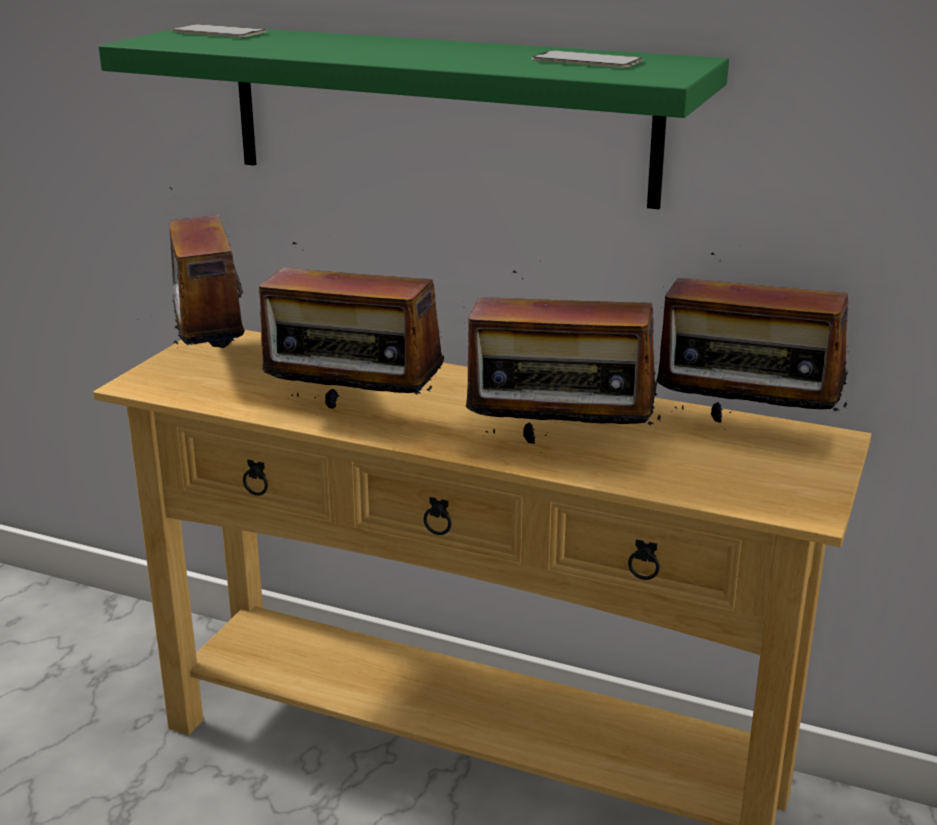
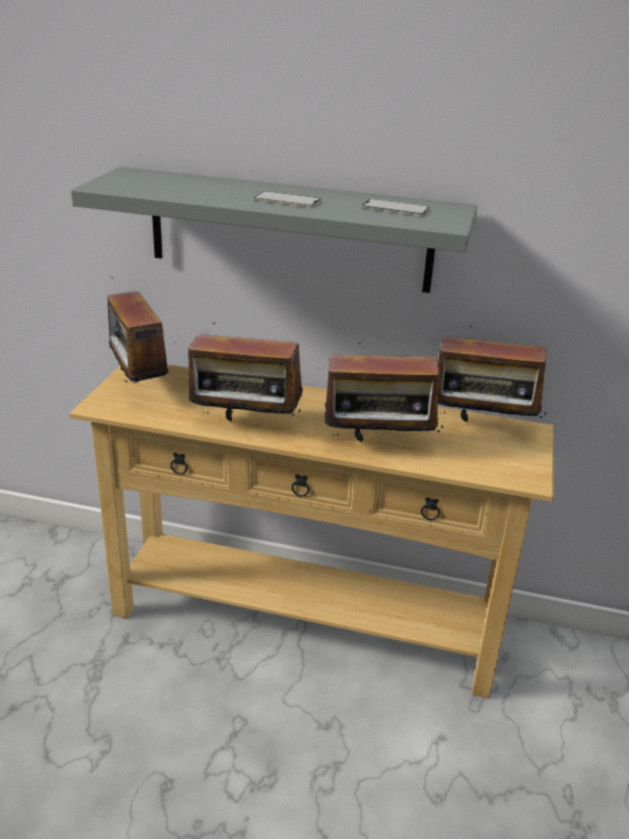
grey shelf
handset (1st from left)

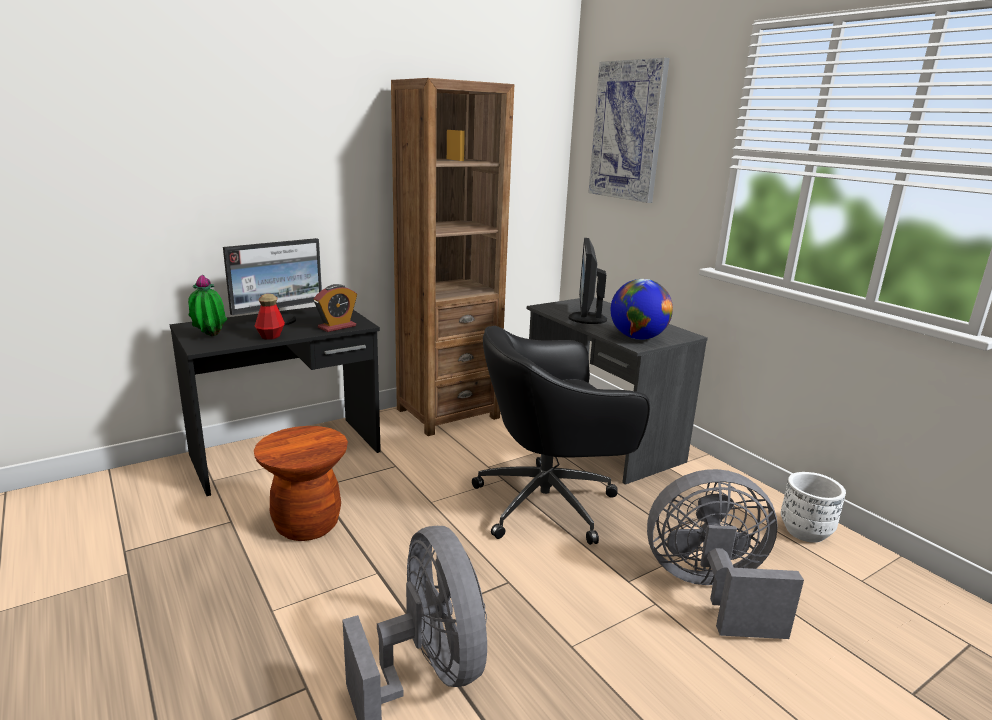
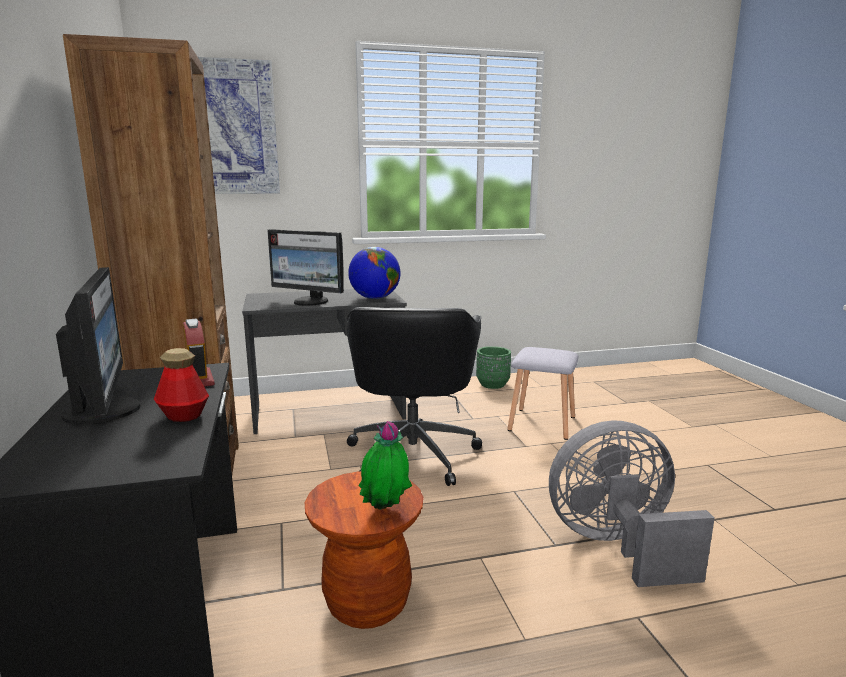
potted plant
greenish plant pot
grey stool

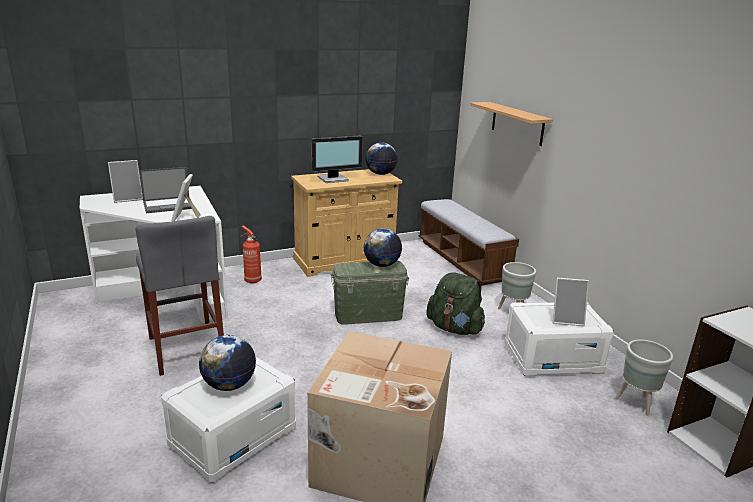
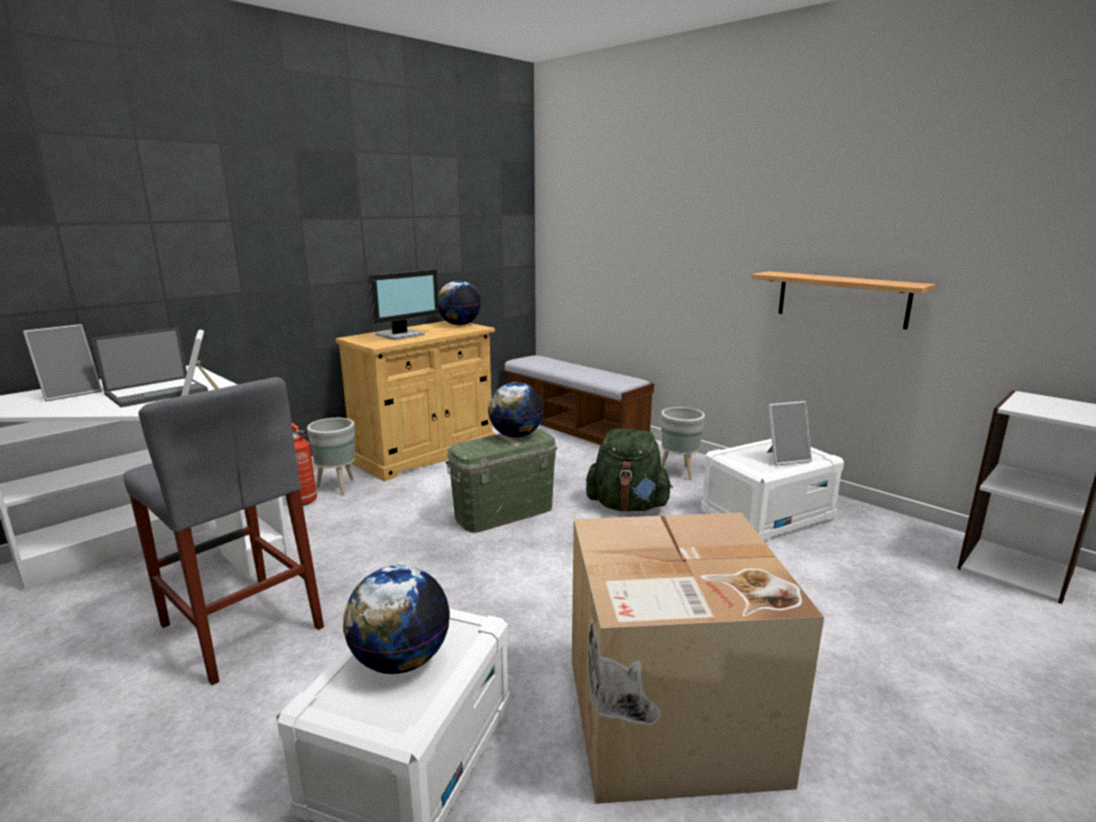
grey plant pot (1st from left)
shelf

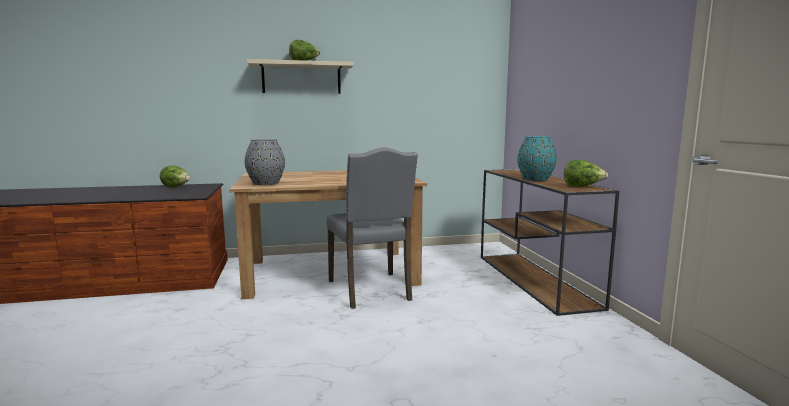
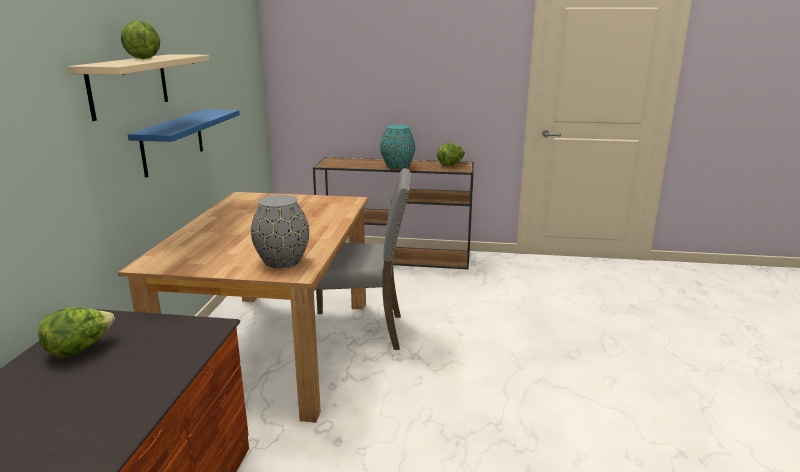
bluish shelf

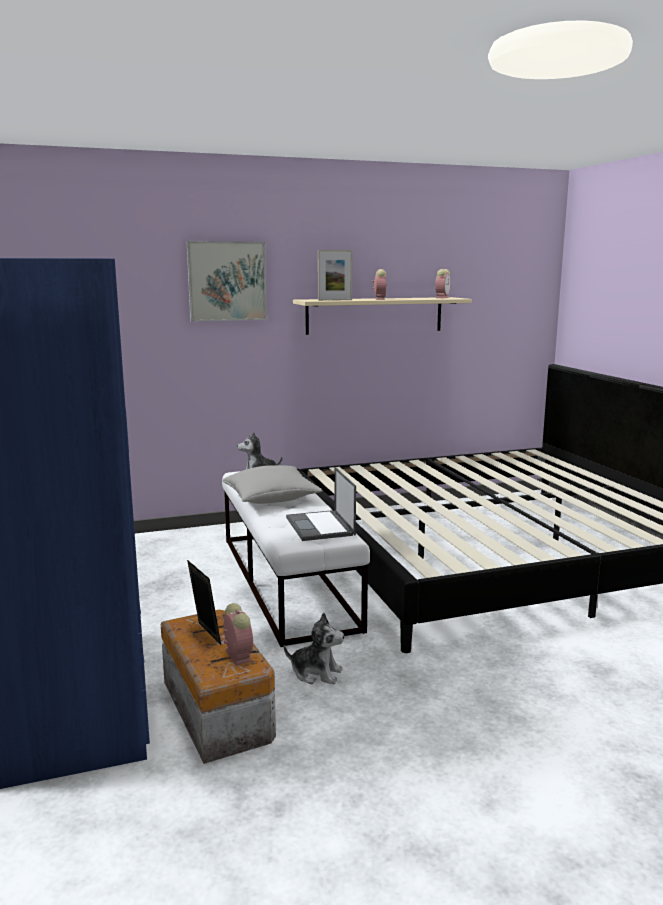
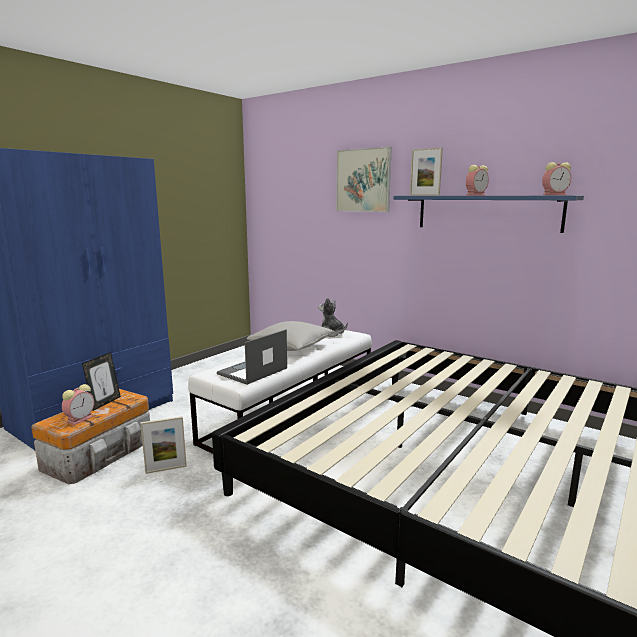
picture frame (2nd from left)
bluish shelf

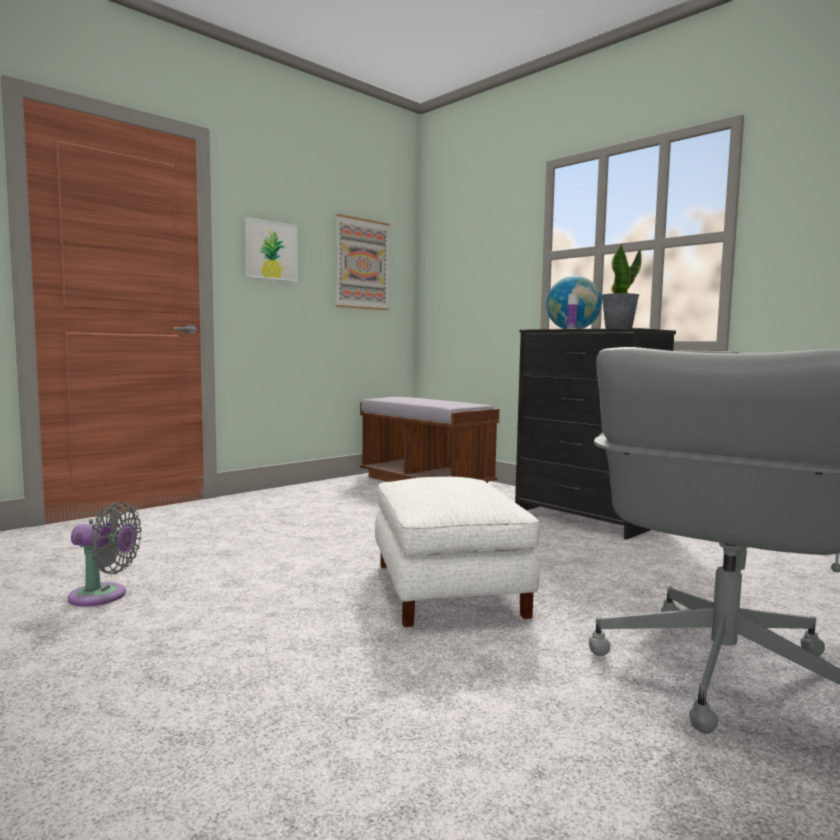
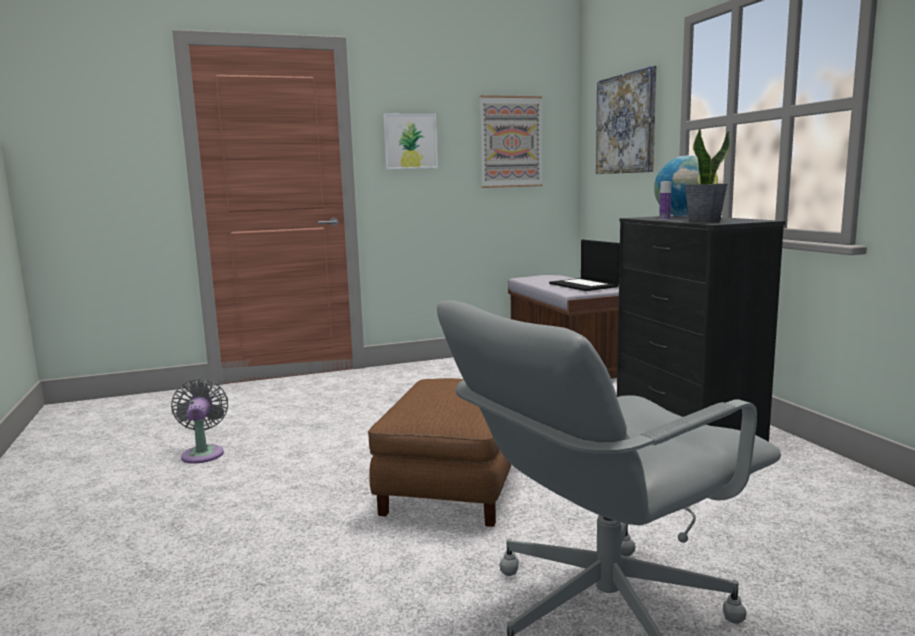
grey cooling fan
brownish pouffe
notebook computer
picture (3rd from left)

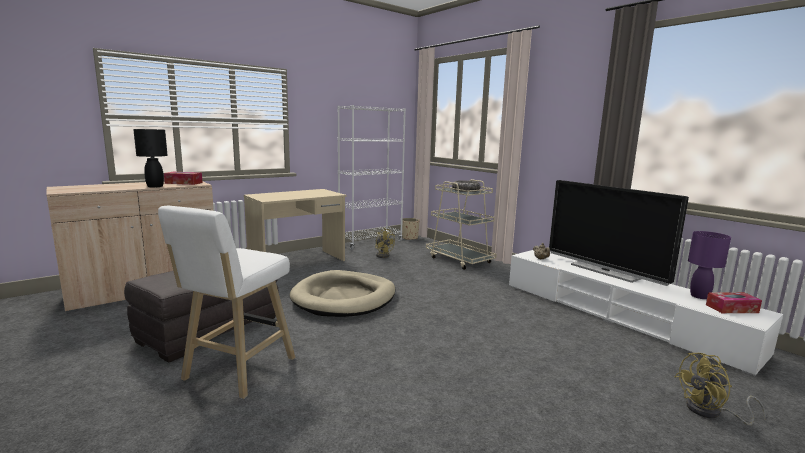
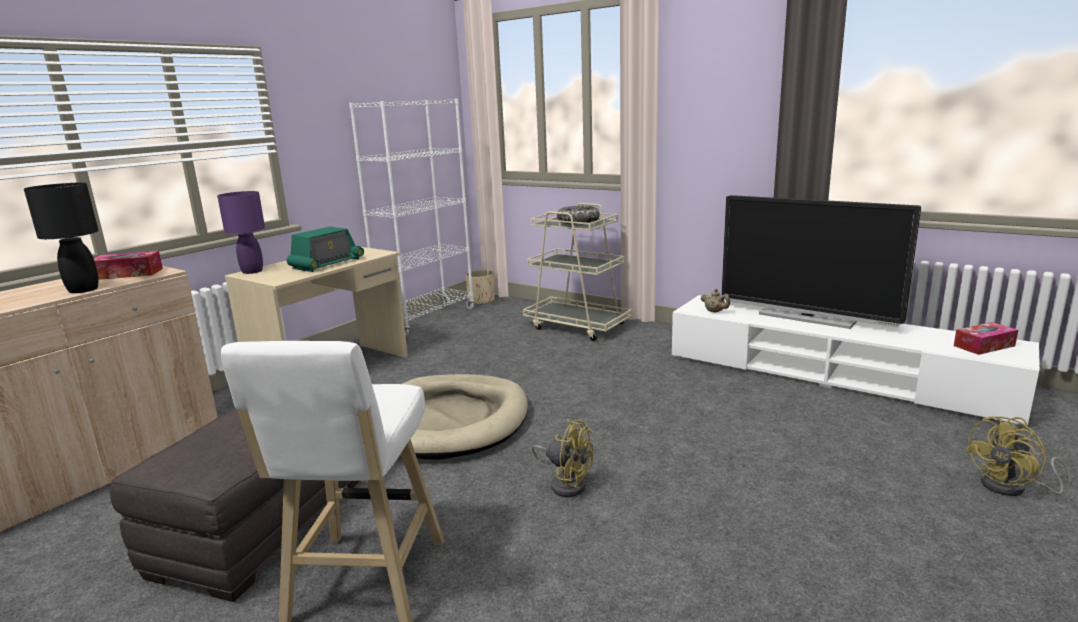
purplish lamp for a table
radio
yellowish cooling fan (1st from left)

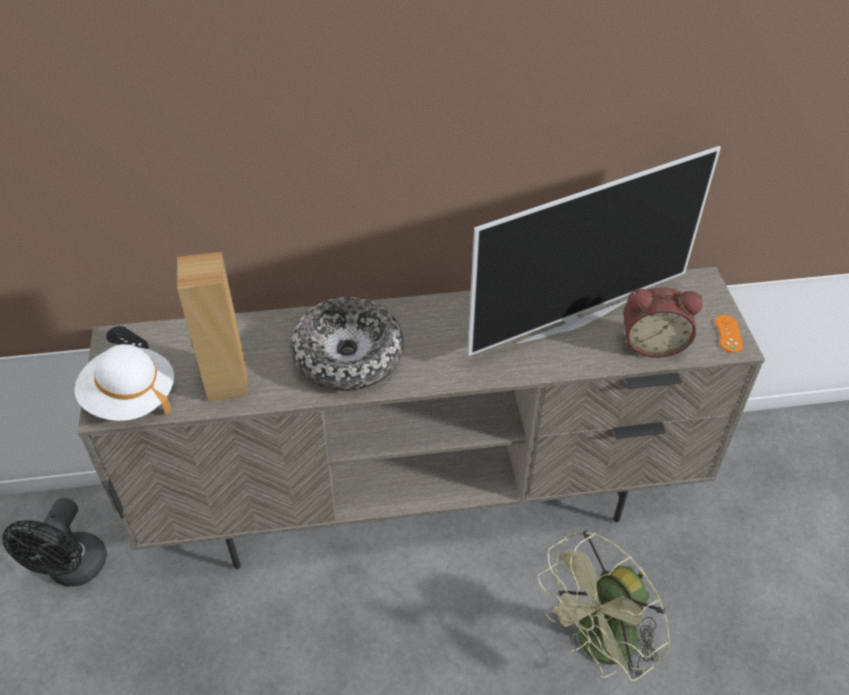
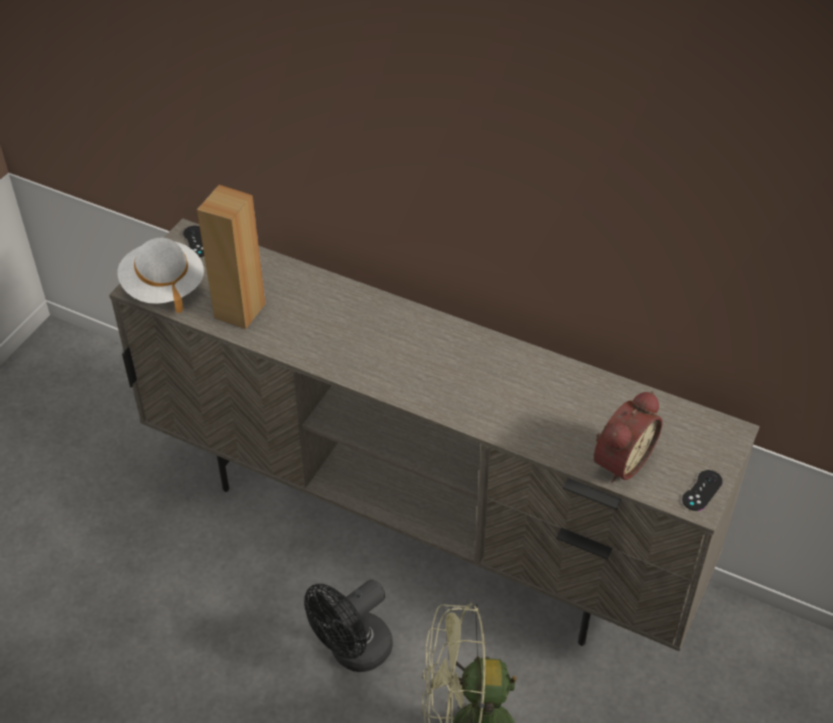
black-coloured cooling fan
alarm clock
black-coloured gamepad (2nd from left)
serving bowl
TV

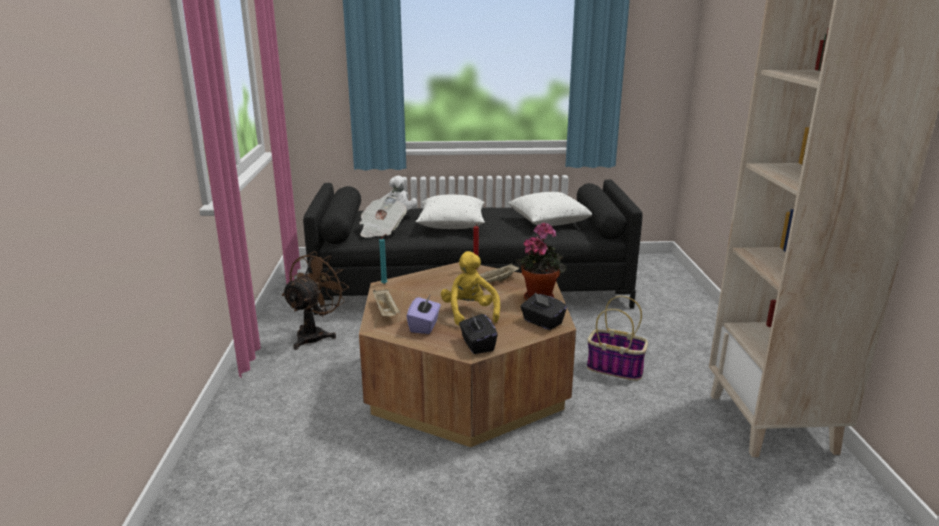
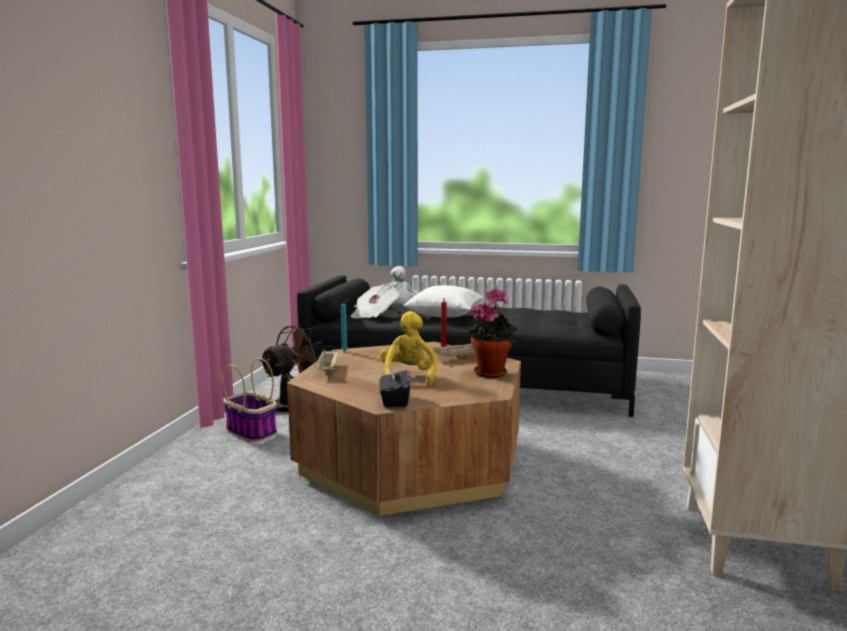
household basket
purplish tissue box
white pillow (2nd from left in the first image)
black-coloured tissue box (2nd from left in the first image)

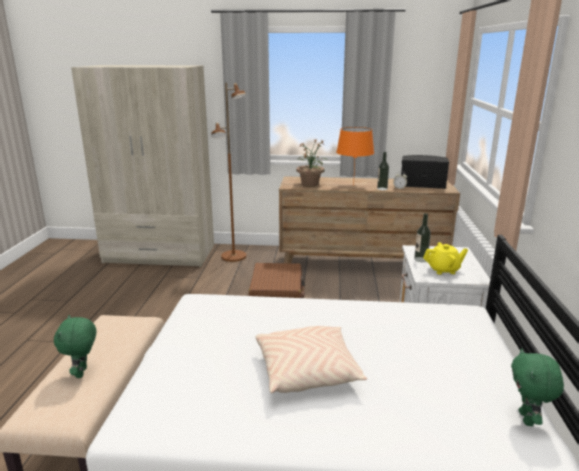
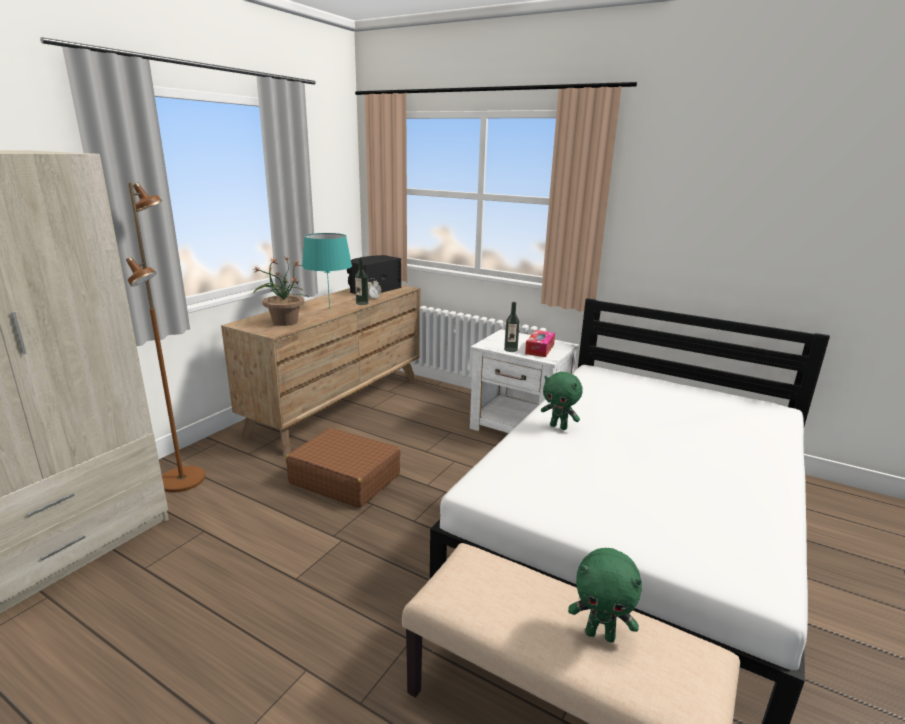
turquoise lamp for a table
tissue box
greenish cuddly toy (1st from left)
beige pillow

